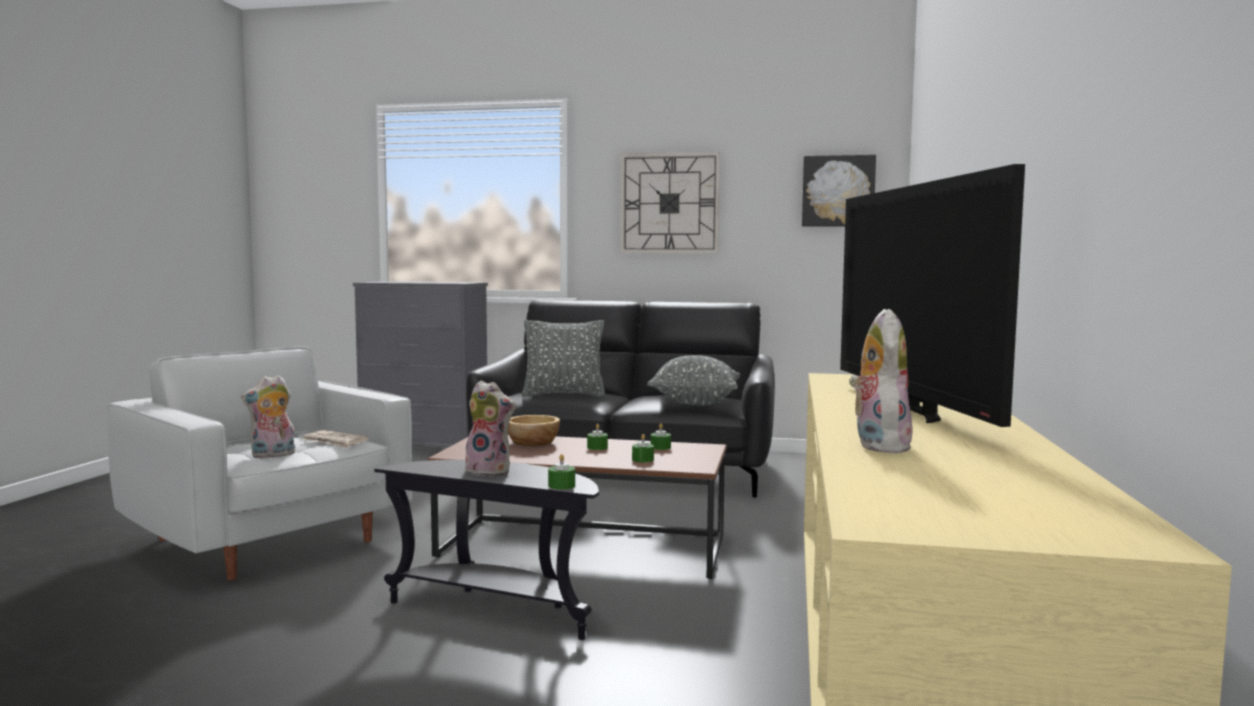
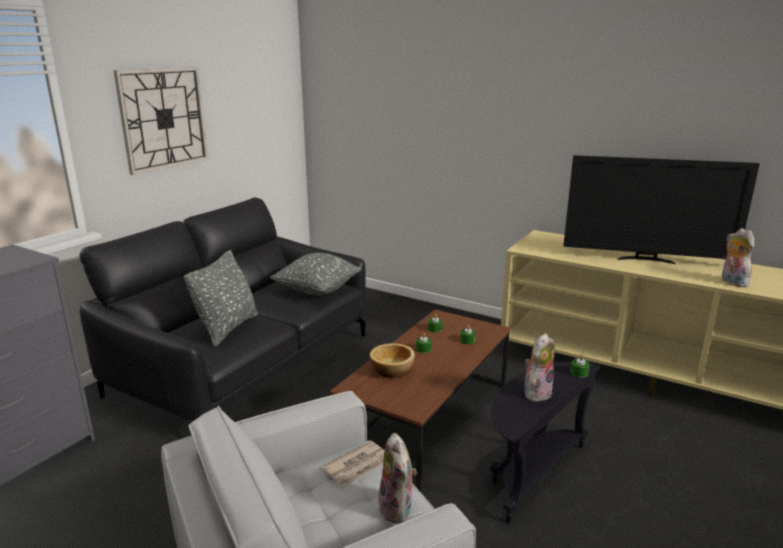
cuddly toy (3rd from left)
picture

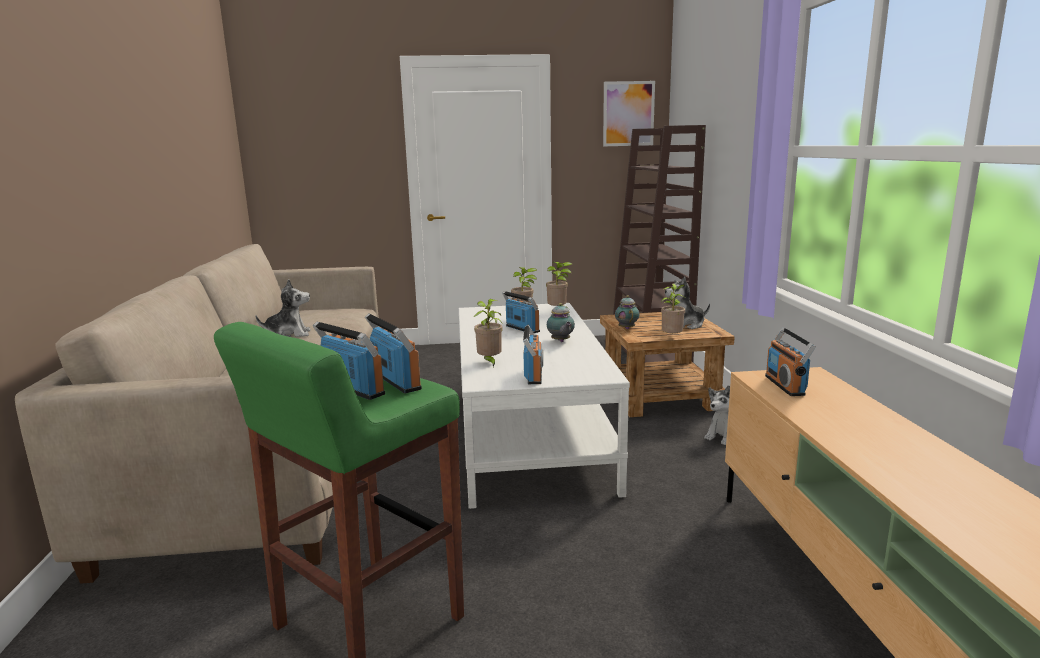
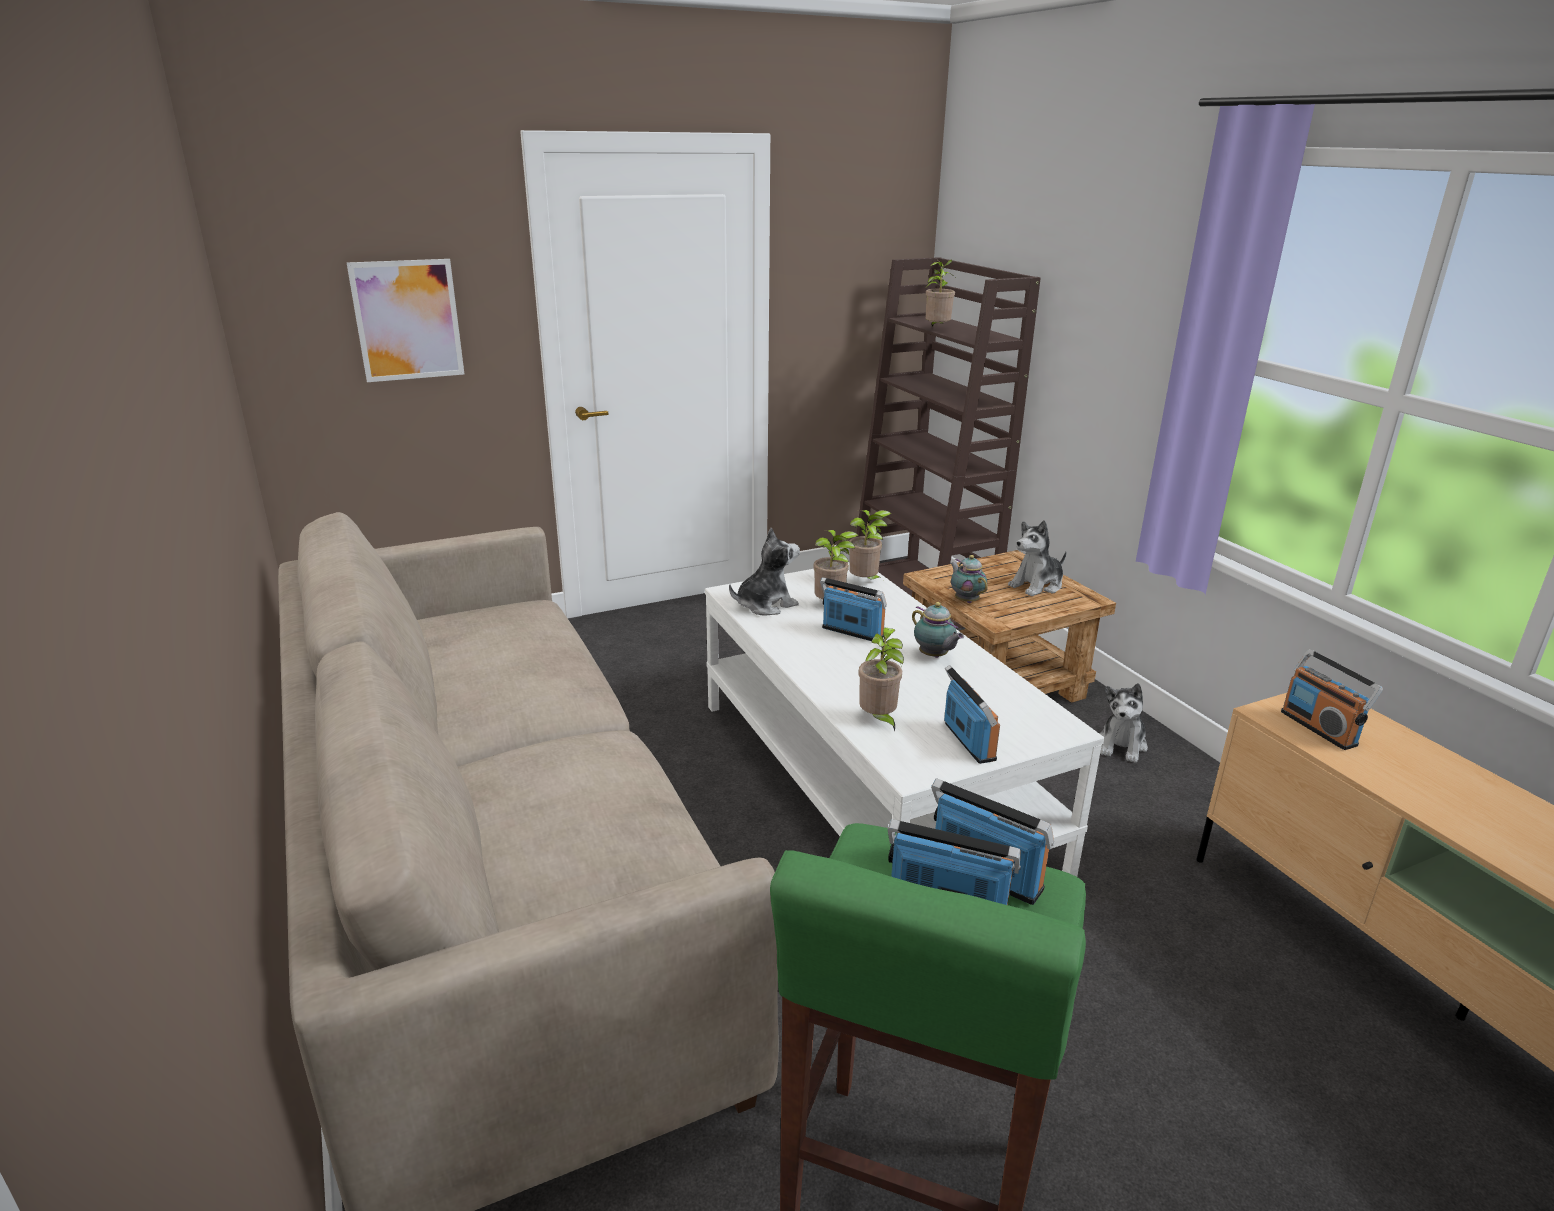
picture
cuddly toy (1st from left)
potted plant (4th from left)

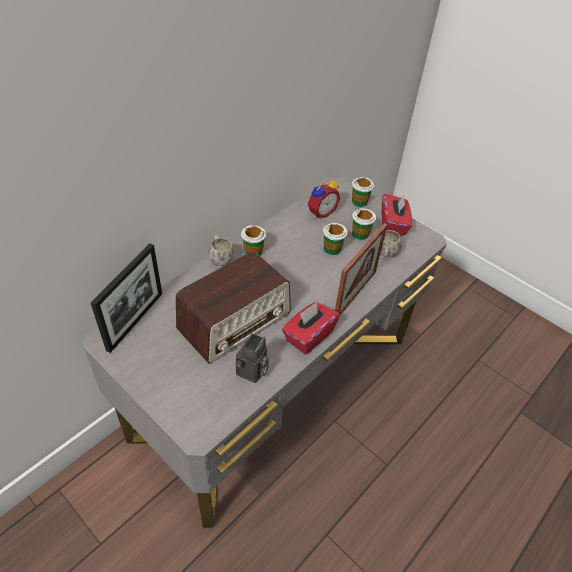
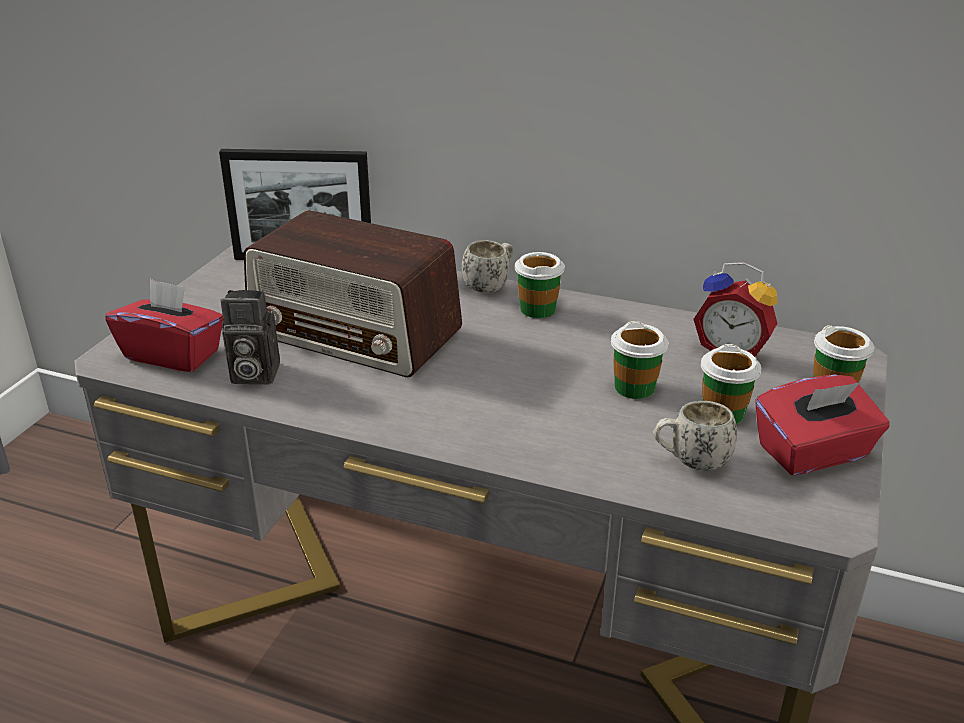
reddish tissue box (1st from left)
picture frame (2nd from left in the first image)

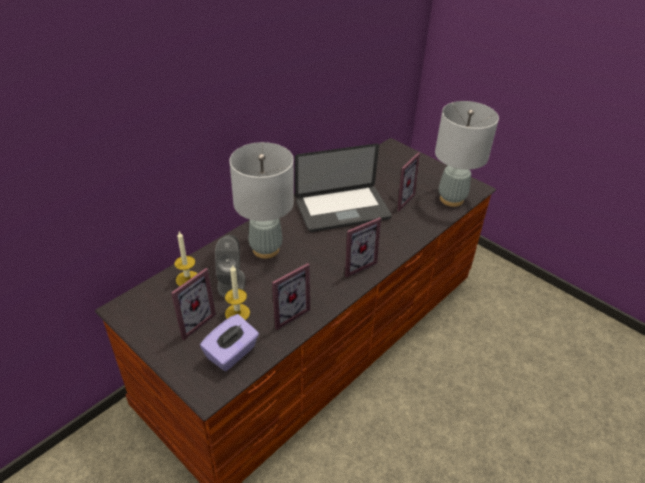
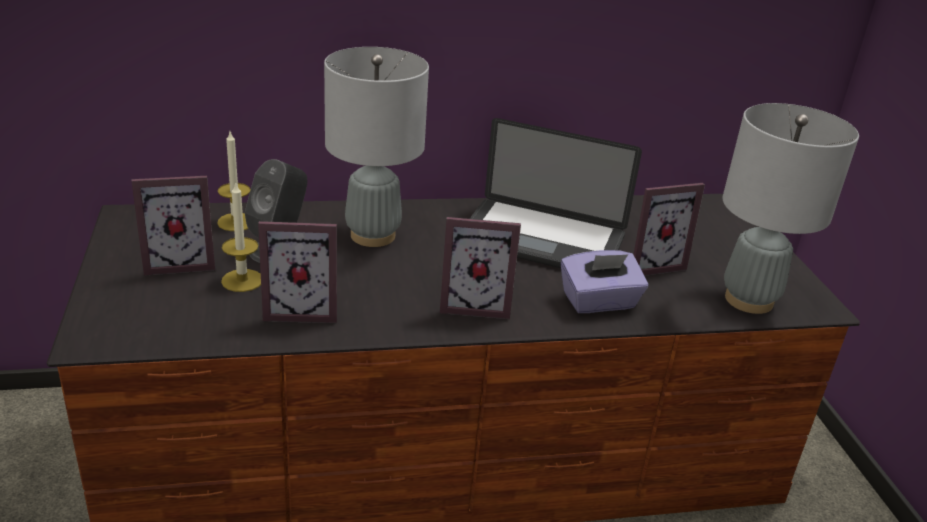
purplish tissue box

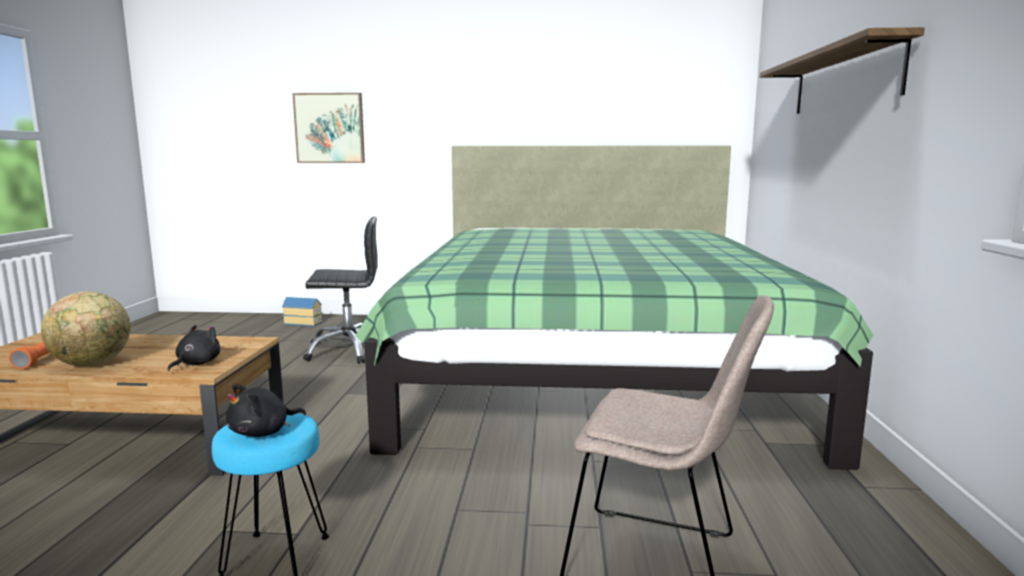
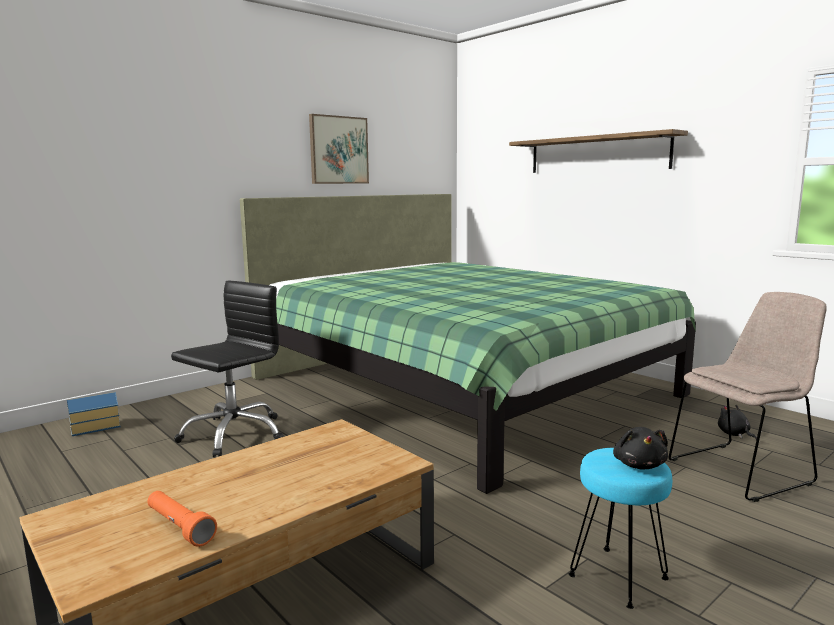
picture
black-coloured cuddly toy (2nd from left)
world globe

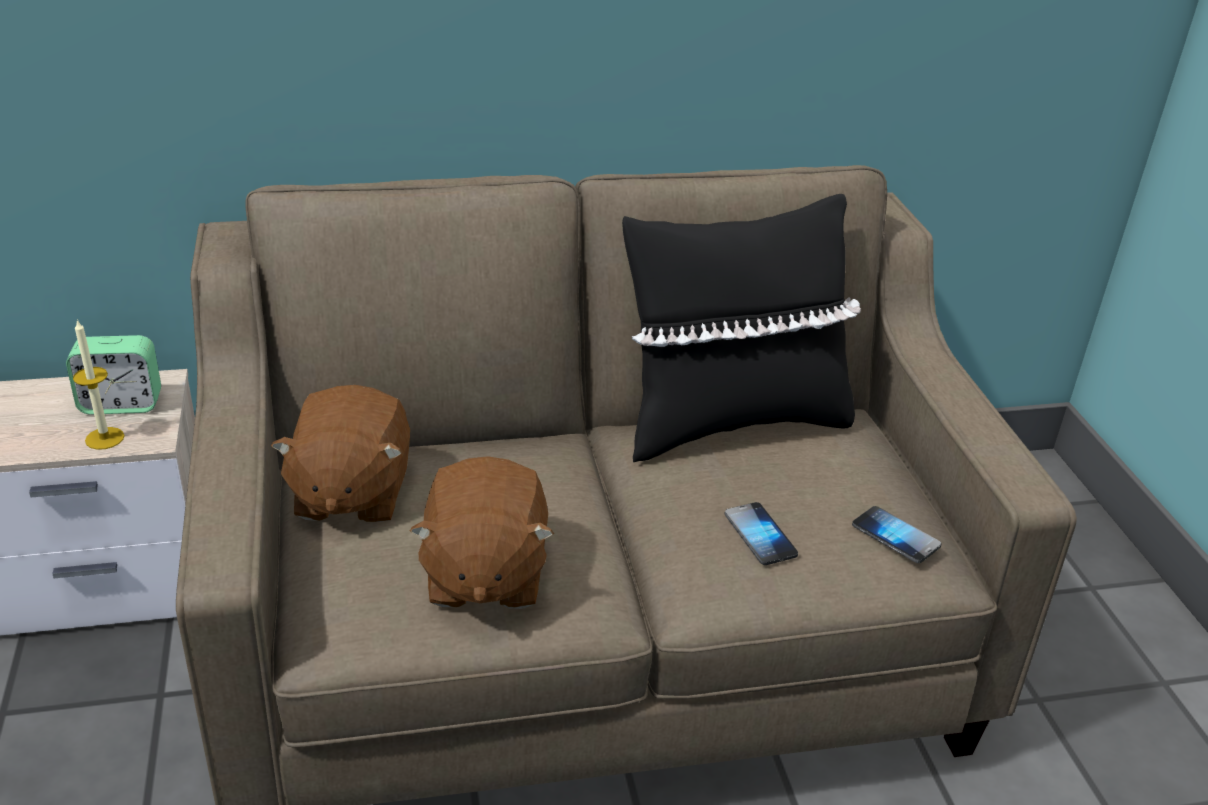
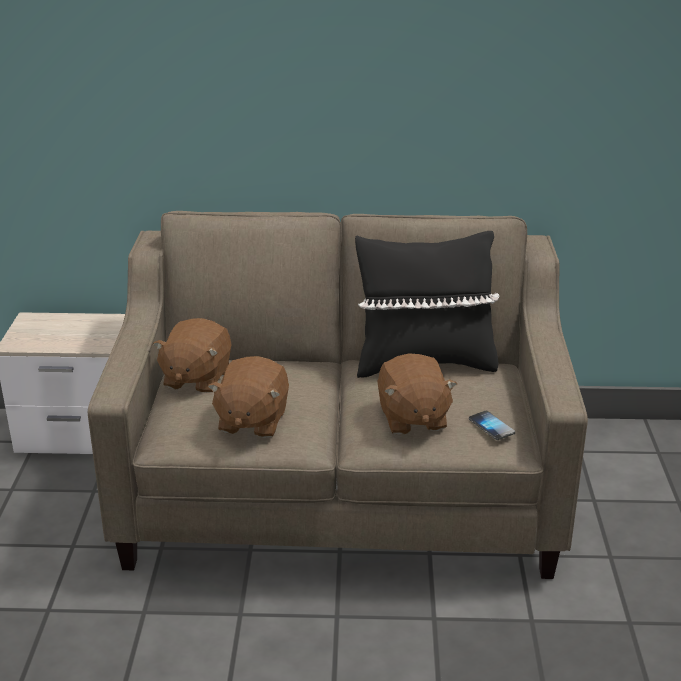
brownish cuddly toy (3rd from left)
alarm clock
candle

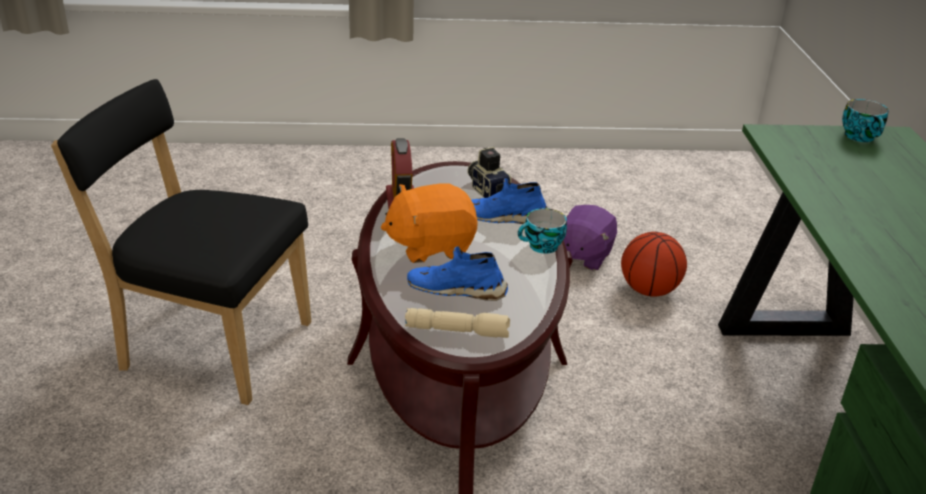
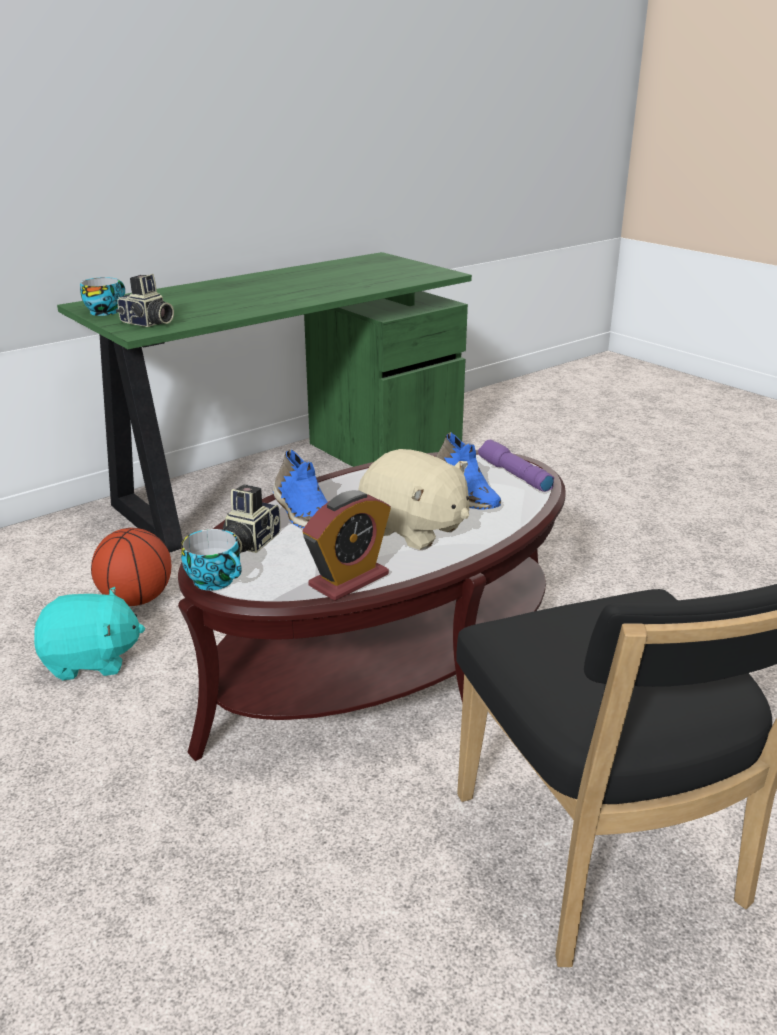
turquoise cuddly toy
photo camera (1st from left)
cup (2nd from left)
beige cuddly toy
purplish flashlight

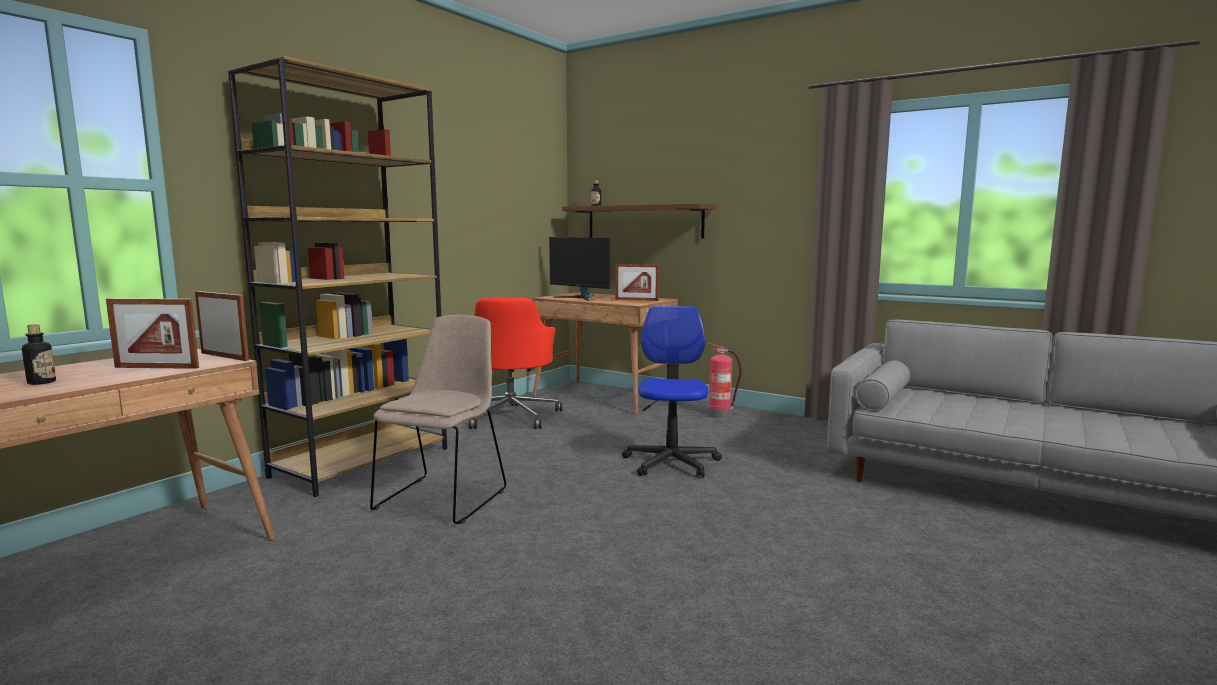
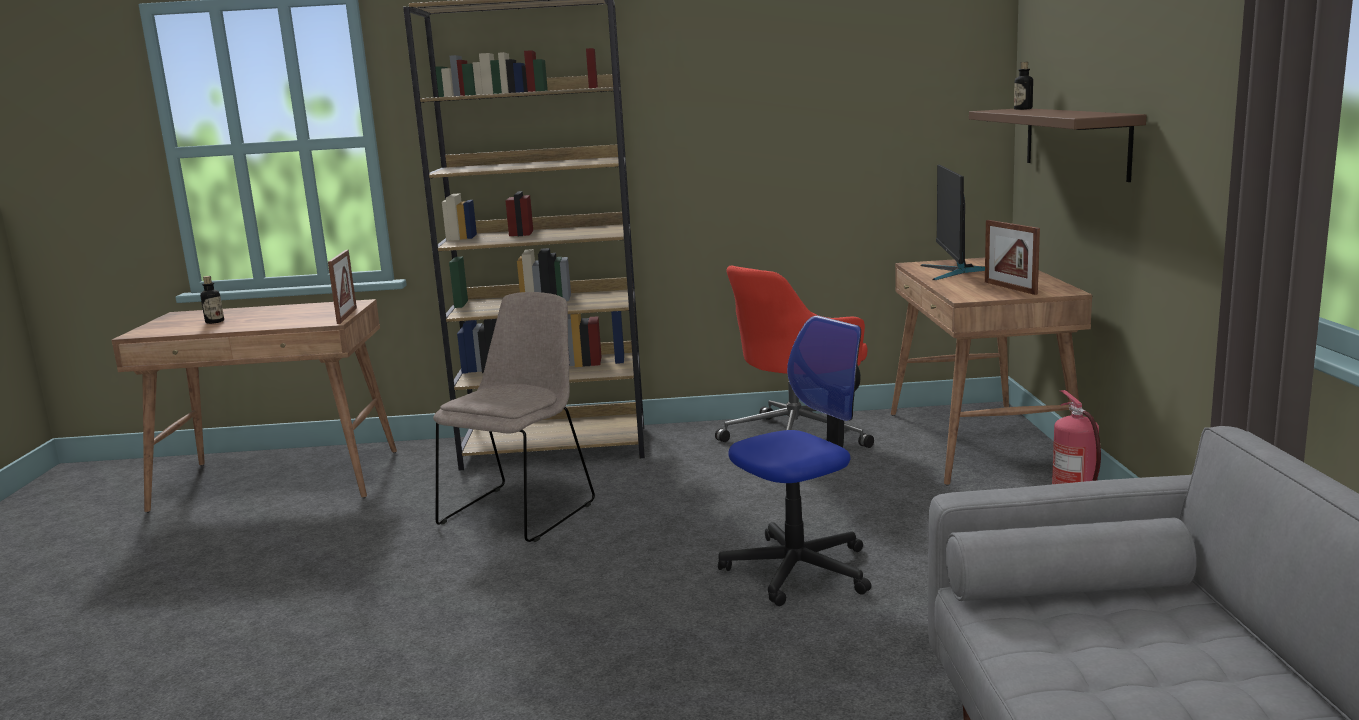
beige plain chair
picture frame (1st from left in the first image)

